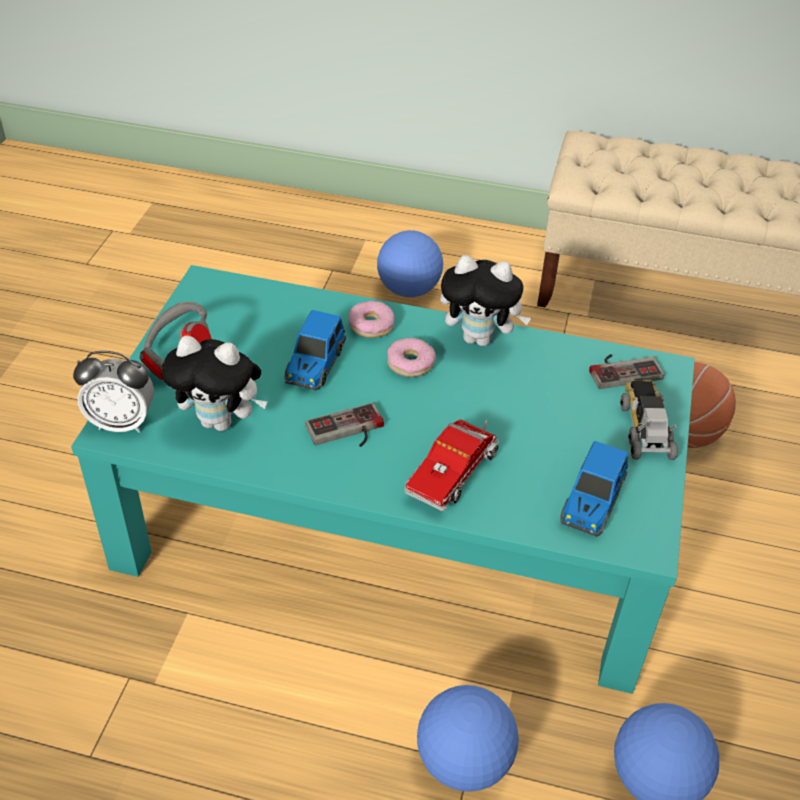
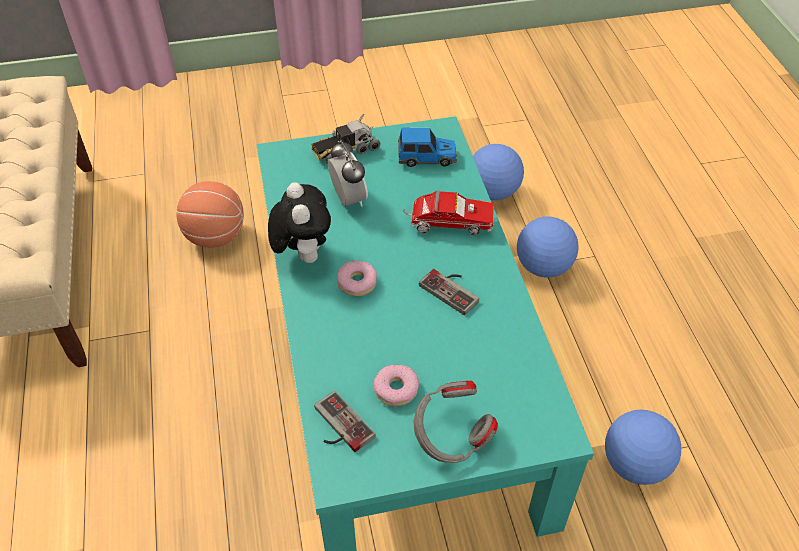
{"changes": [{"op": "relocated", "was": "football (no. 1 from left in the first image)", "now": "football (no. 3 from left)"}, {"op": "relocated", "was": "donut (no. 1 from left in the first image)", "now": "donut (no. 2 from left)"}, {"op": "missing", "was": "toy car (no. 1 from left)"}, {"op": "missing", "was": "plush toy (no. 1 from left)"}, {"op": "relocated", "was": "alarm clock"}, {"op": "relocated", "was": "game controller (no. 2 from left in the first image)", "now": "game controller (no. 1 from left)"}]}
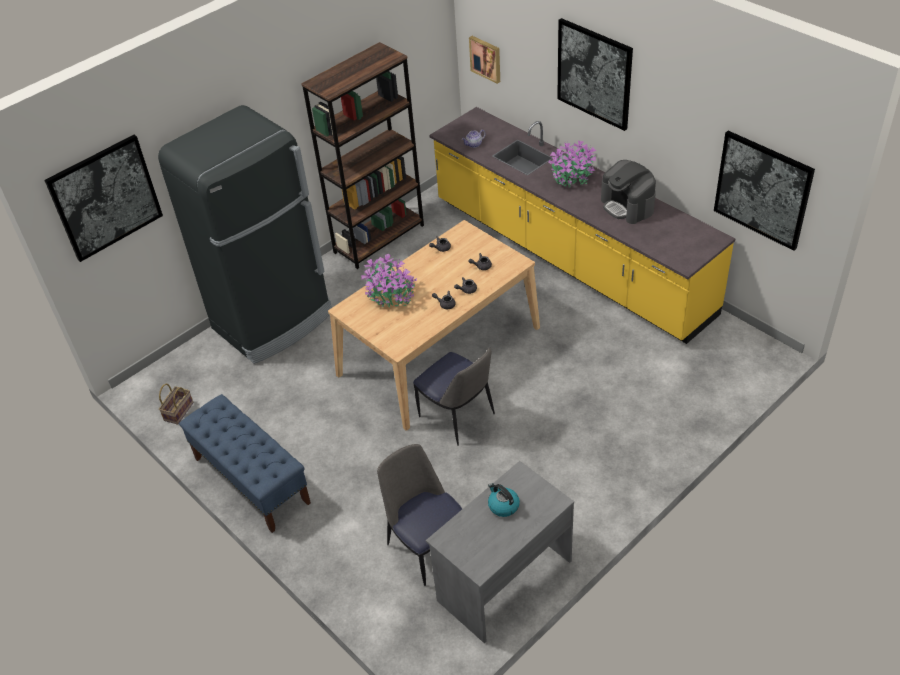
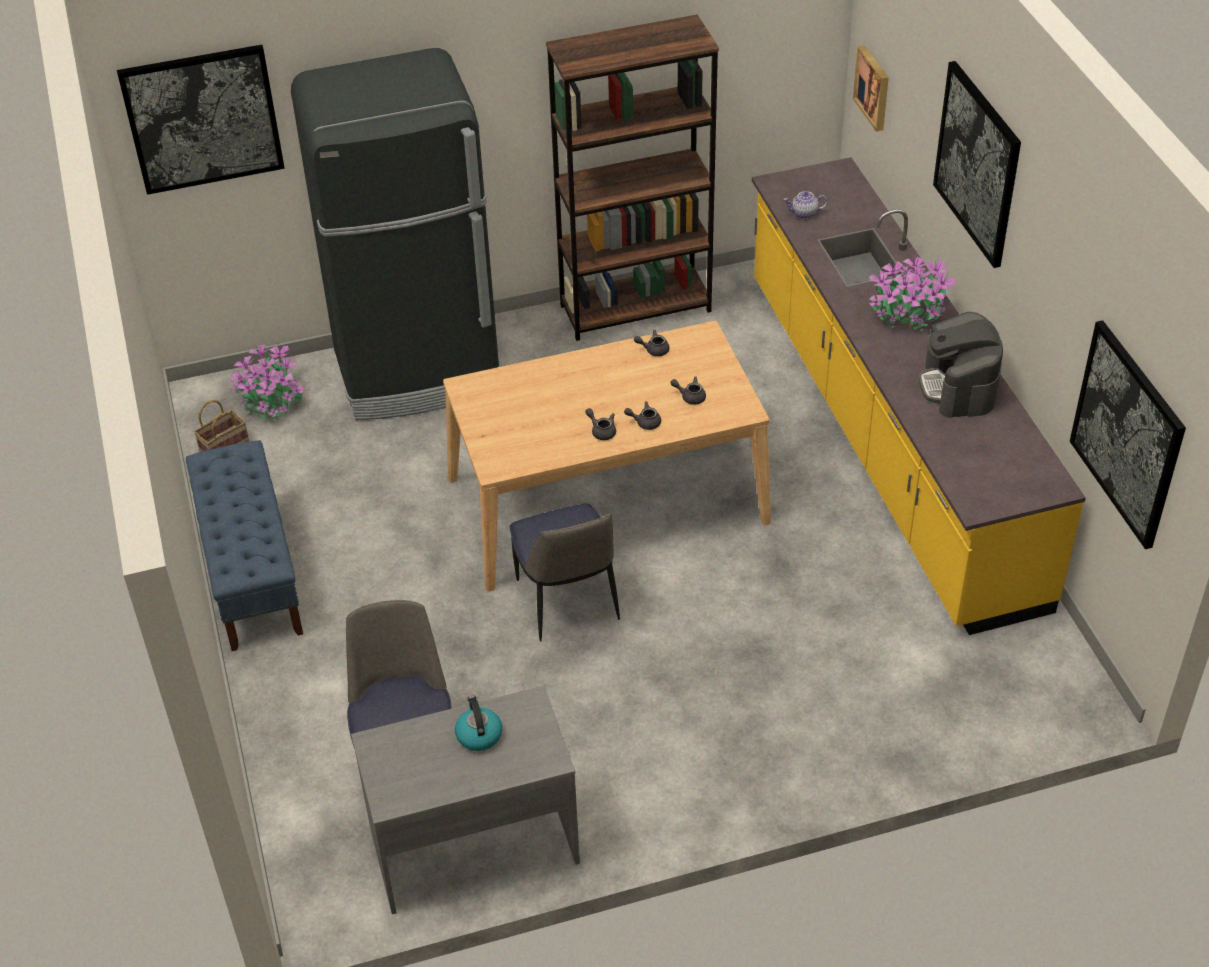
{"changes": [{"op": "relocated", "was": "potted plant (no. 1 from left)"}]}
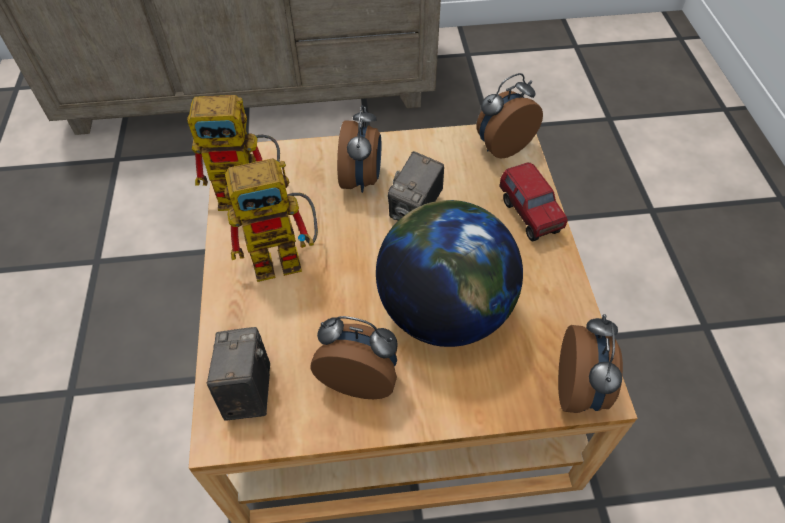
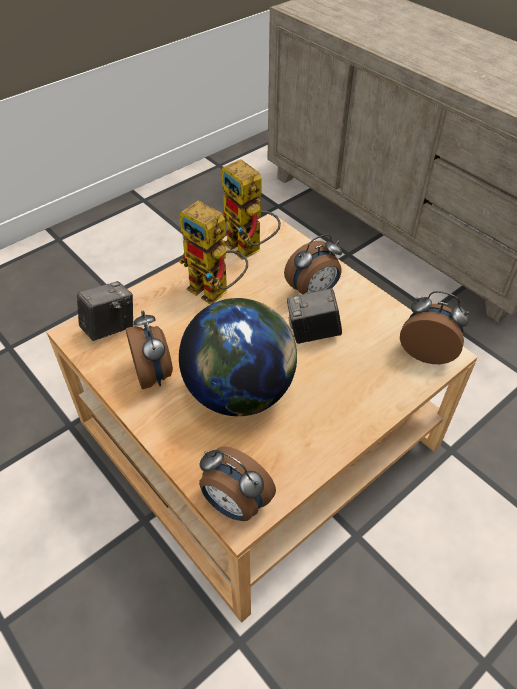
{"changes": [{"op": "missing", "was": "toy truck"}, {"op": "spun", "was": "alarm clock (no. 4 from left in the first image)", "clockwise": 60}]}
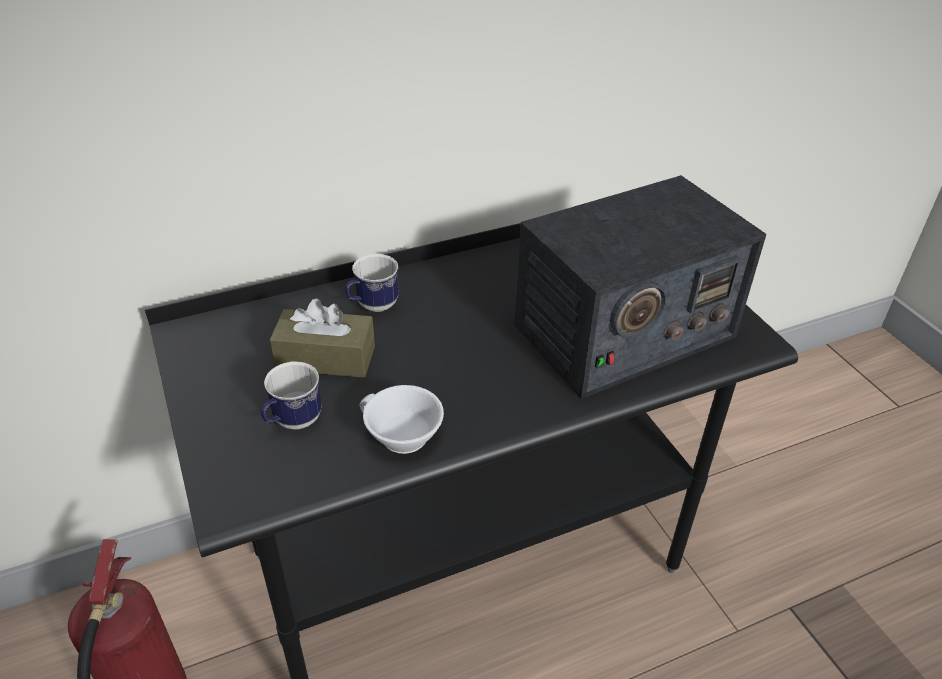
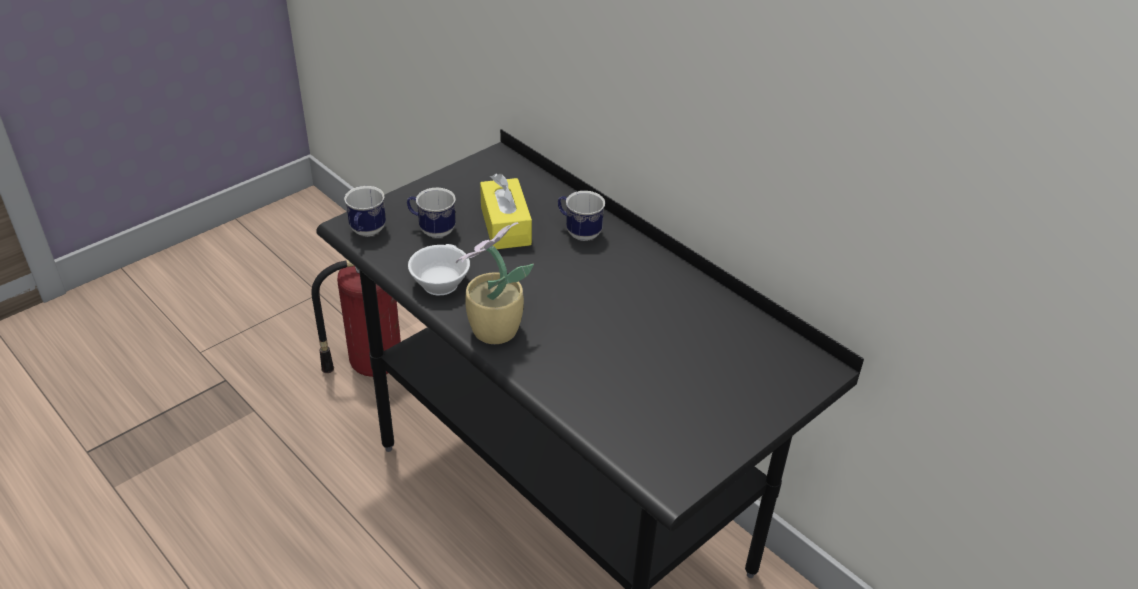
{"changes": [{"op": "missing", "was": "radio"}, {"op": "colour", "was": "brown tissue box", "now": "yellow tissue box"}, {"op": "appeared", "now": "mug (no. 1 from left)"}, {"op": "appeared", "now": "potted plant"}]}
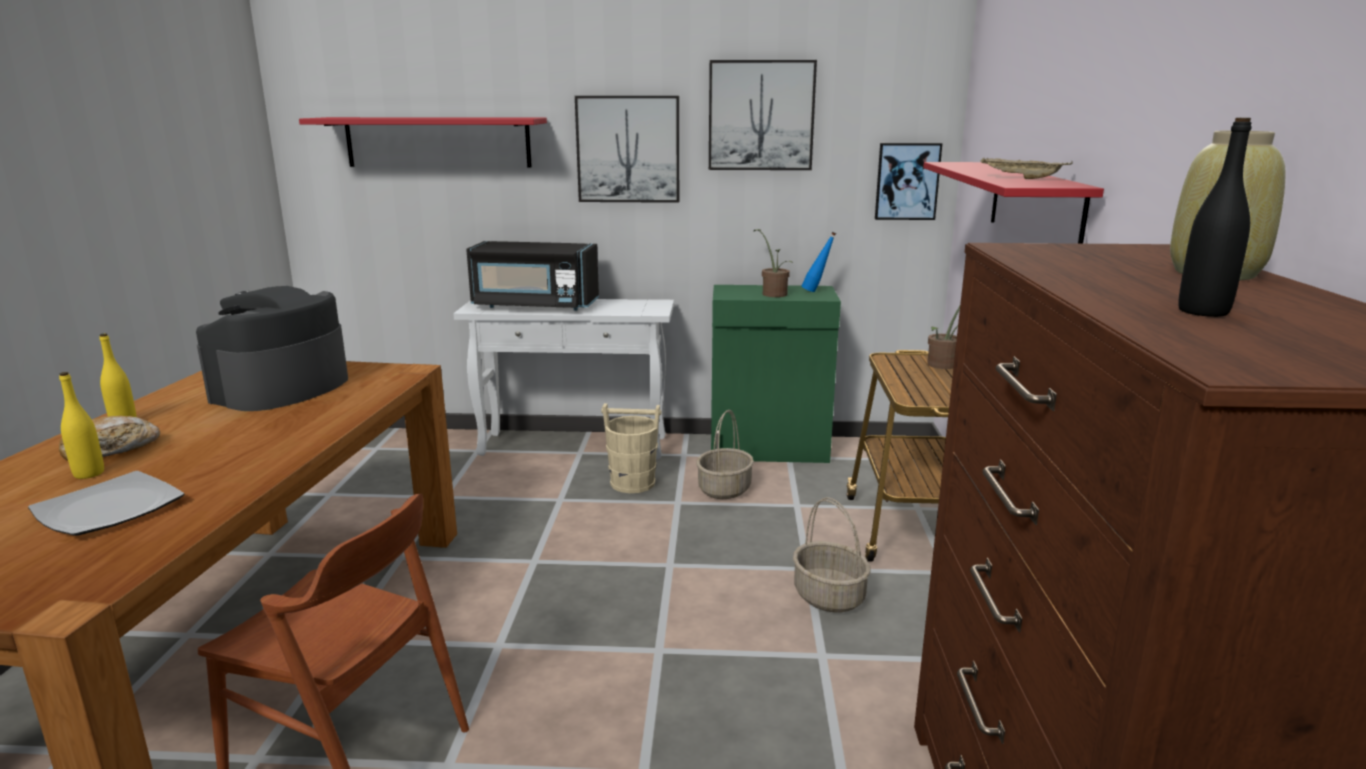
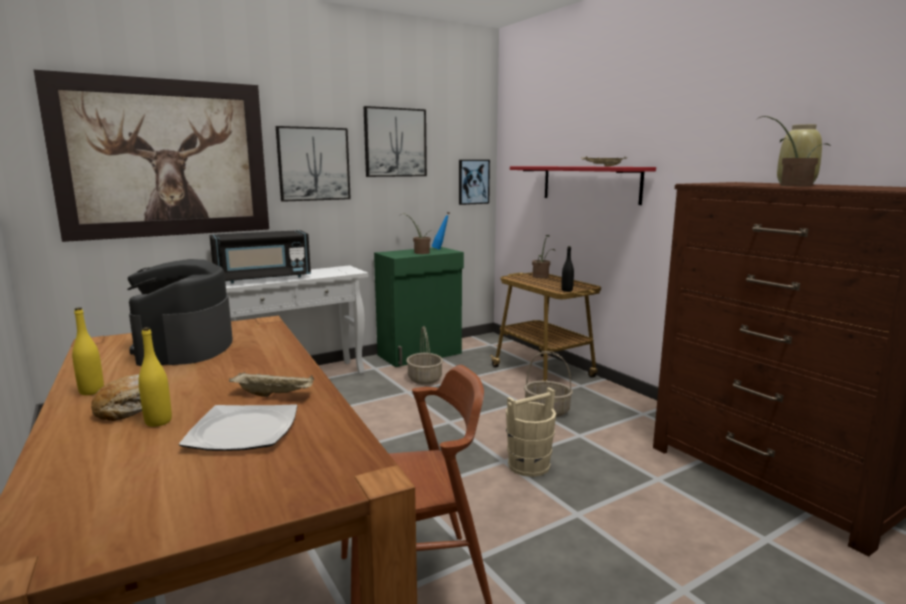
{"changes": [{"op": "exchanged", "was": "red shelf (no. 1 from left)", "now": "picture (no. 1 from left)"}, {"op": "relocated", "was": "black bottle"}, {"op": "relocated", "was": "beige bucket"}, {"op": "appeared", "now": "potted plant (no. 3 from left)"}, {"op": "appeared", "now": "beige tray (no. 1 from left)"}]}
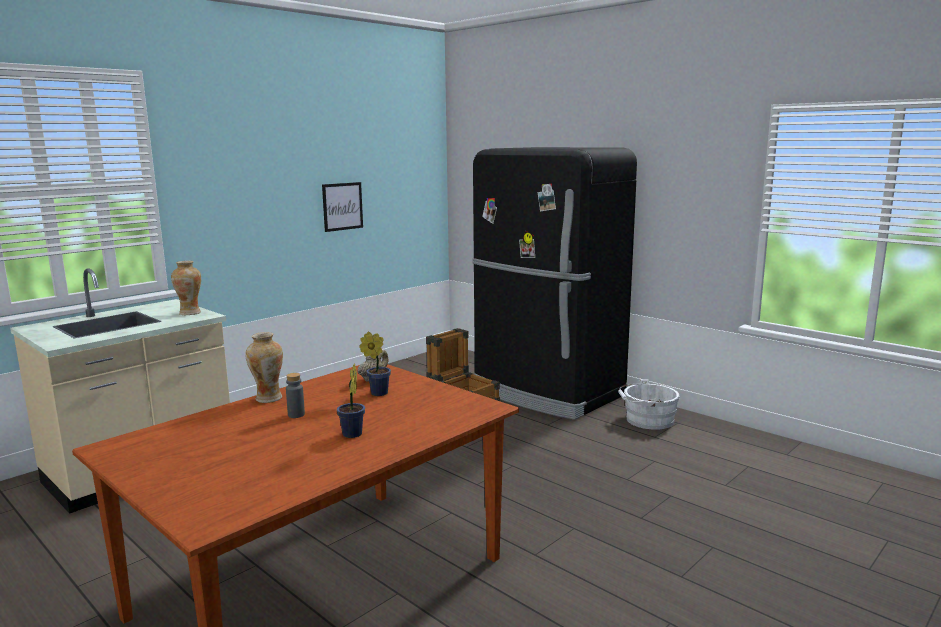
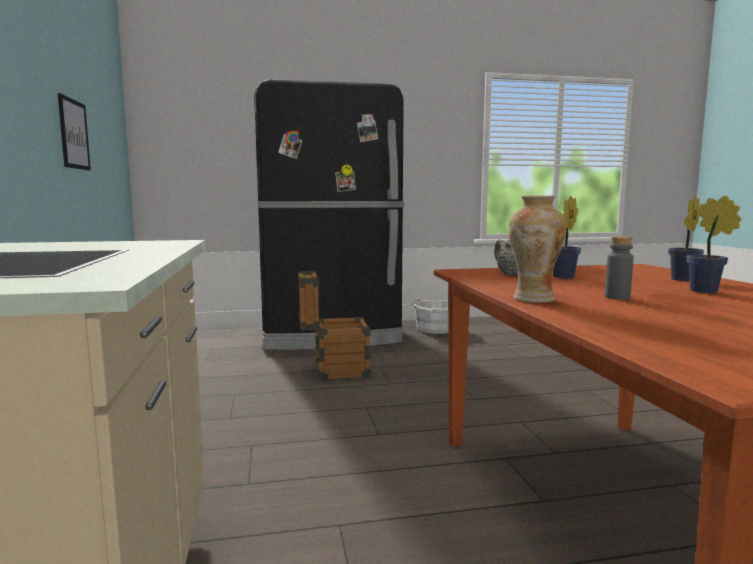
{"changes": [{"op": "missing", "was": "vase (no. 1 from left)"}, {"op": "appeared", "now": "potted plant (no. 2 from left)"}]}
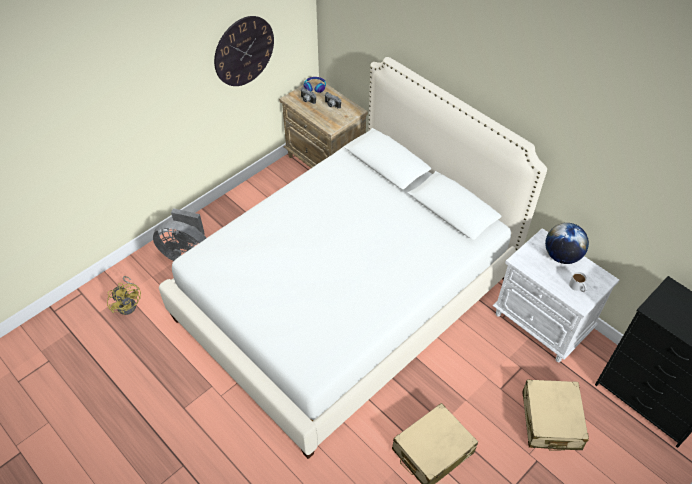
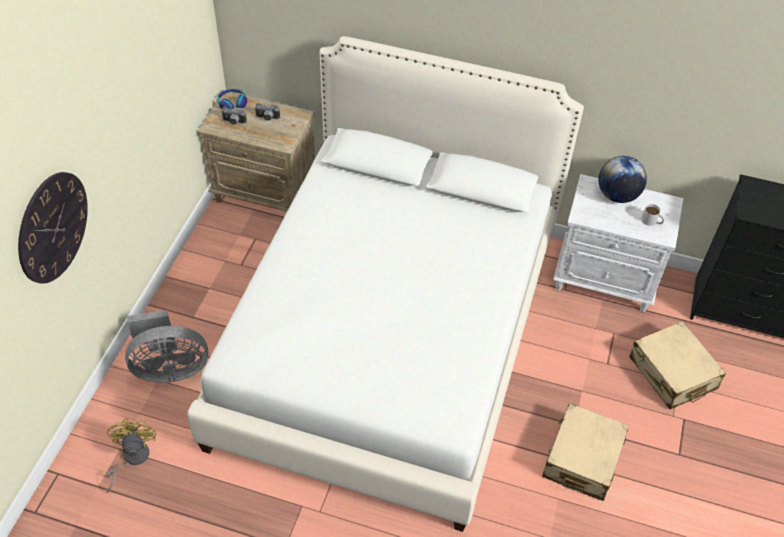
{"changes": [{"op": "relocated", "was": "wall clock"}, {"op": "spun", "was": "yellow fan", "clockwise": -120}]}
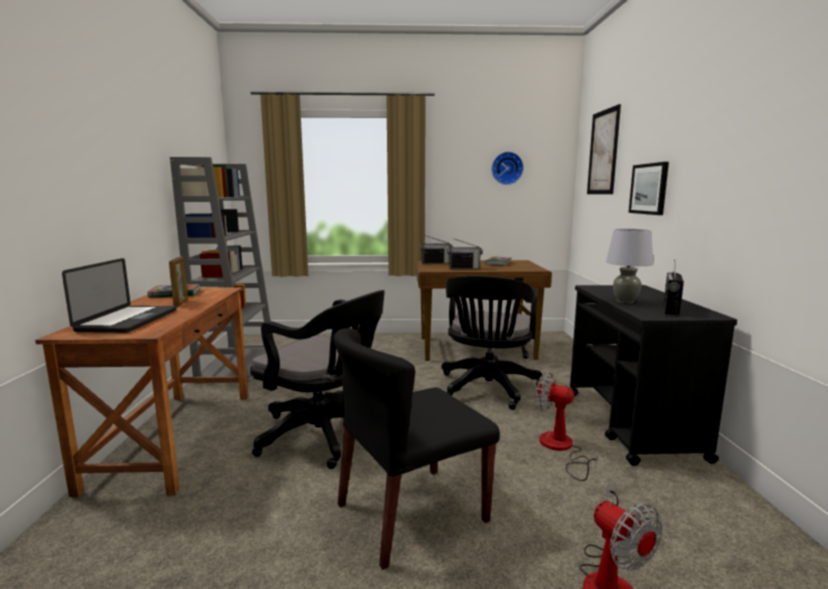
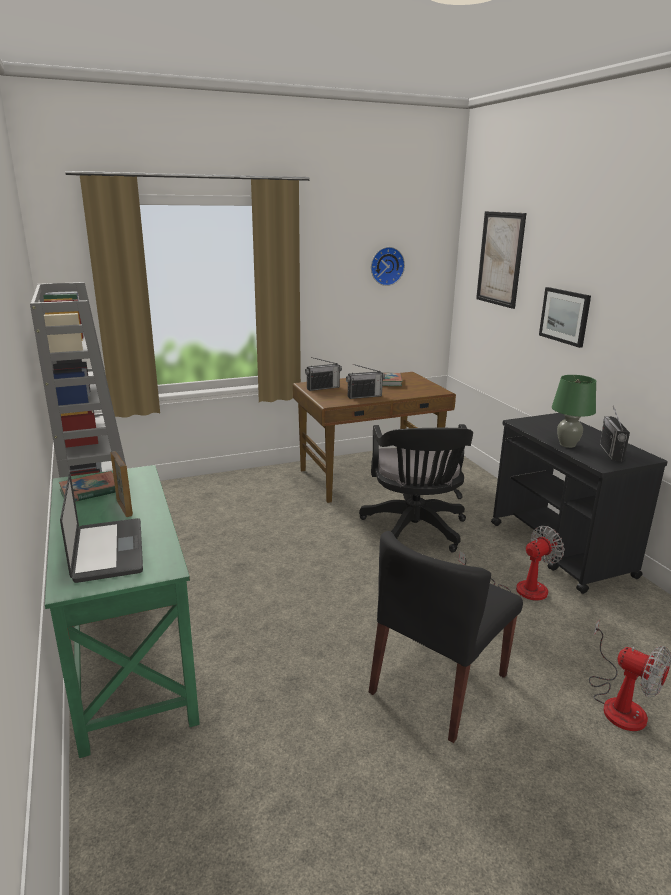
{"changes": [{"op": "colour", "was": "grey table lamp", "now": "green table lamp"}, {"op": "colour", "was": "brown desk (no. 1 from left)", "now": "green desk"}, {"op": "missing", "was": "black office chair (no. 1 from left)"}, {"op": "spun", "was": "fan (no. 1 from left)", "clockwise": 135}]}
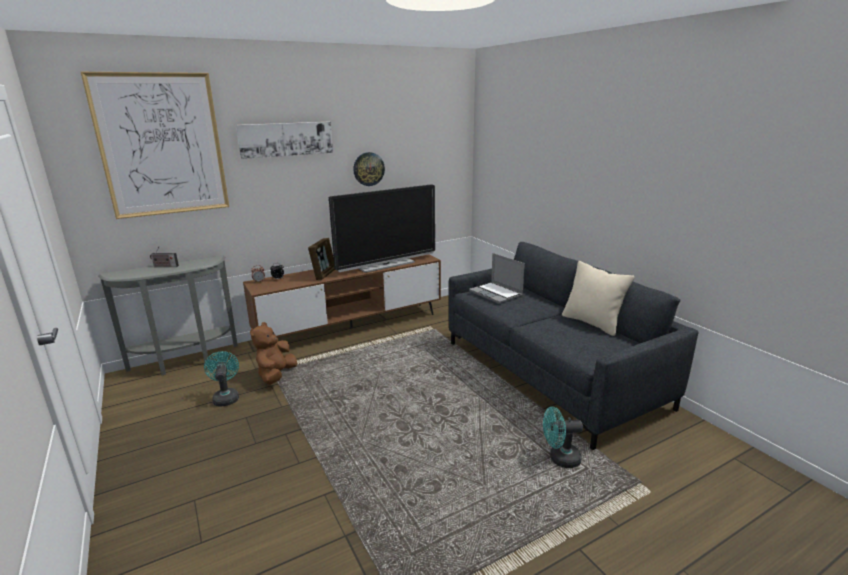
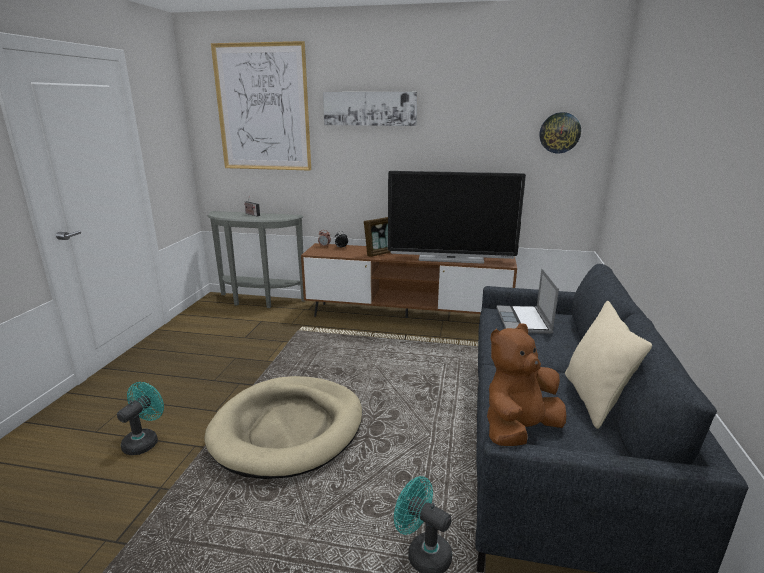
{"changes": [{"op": "relocated", "was": "wall clock"}, {"op": "relocated", "was": "brown plush toy"}, {"op": "relocated", "was": "turquoise fan (no. 1 from left)"}, {"op": "appeared", "now": "beige dog bed"}]}
